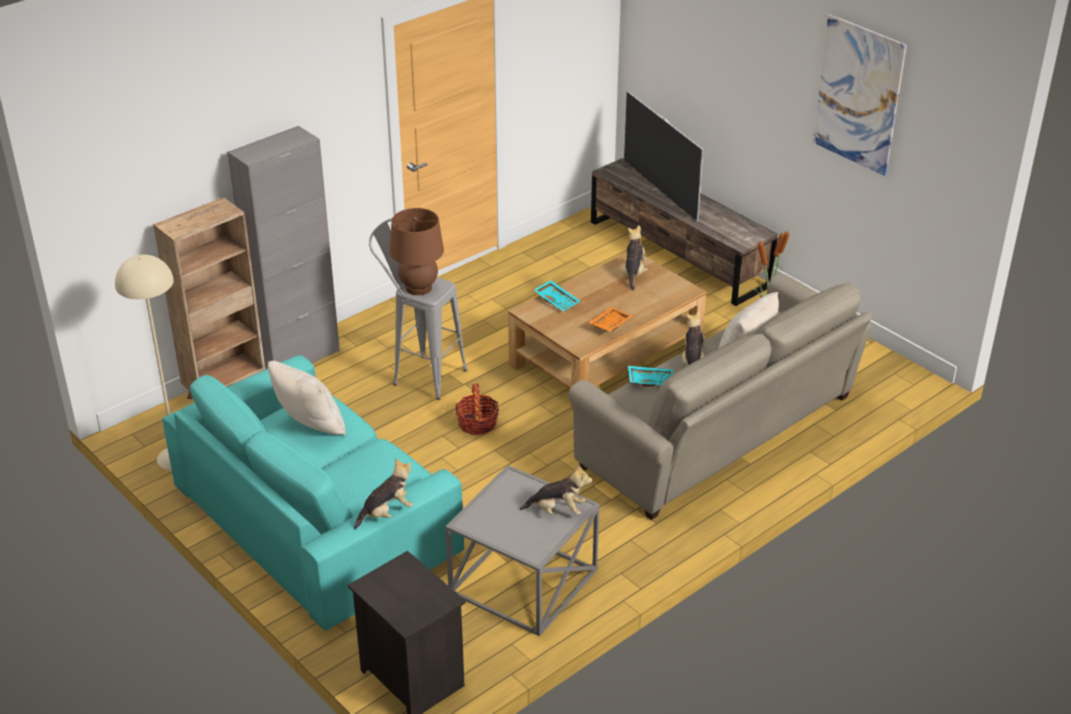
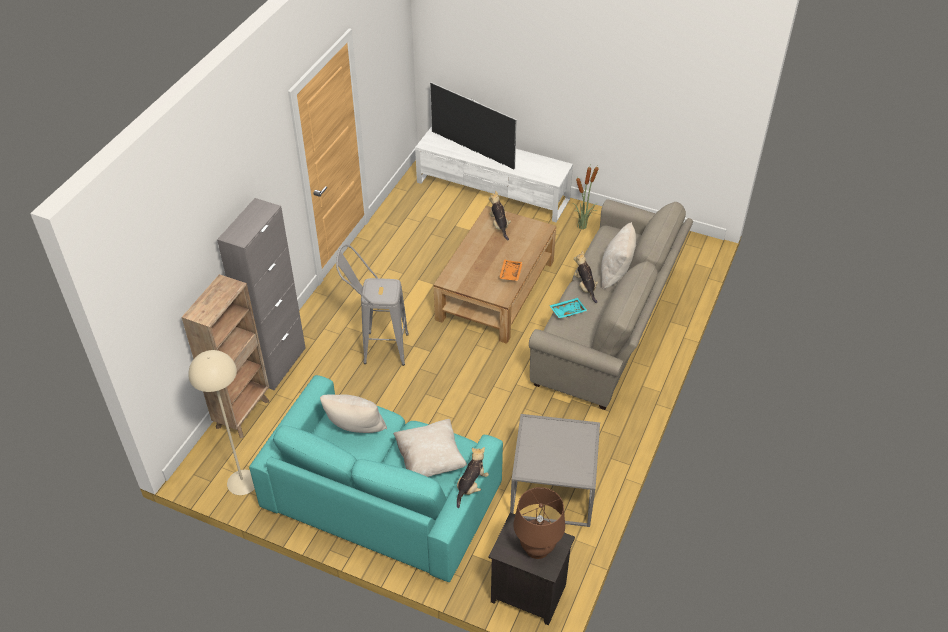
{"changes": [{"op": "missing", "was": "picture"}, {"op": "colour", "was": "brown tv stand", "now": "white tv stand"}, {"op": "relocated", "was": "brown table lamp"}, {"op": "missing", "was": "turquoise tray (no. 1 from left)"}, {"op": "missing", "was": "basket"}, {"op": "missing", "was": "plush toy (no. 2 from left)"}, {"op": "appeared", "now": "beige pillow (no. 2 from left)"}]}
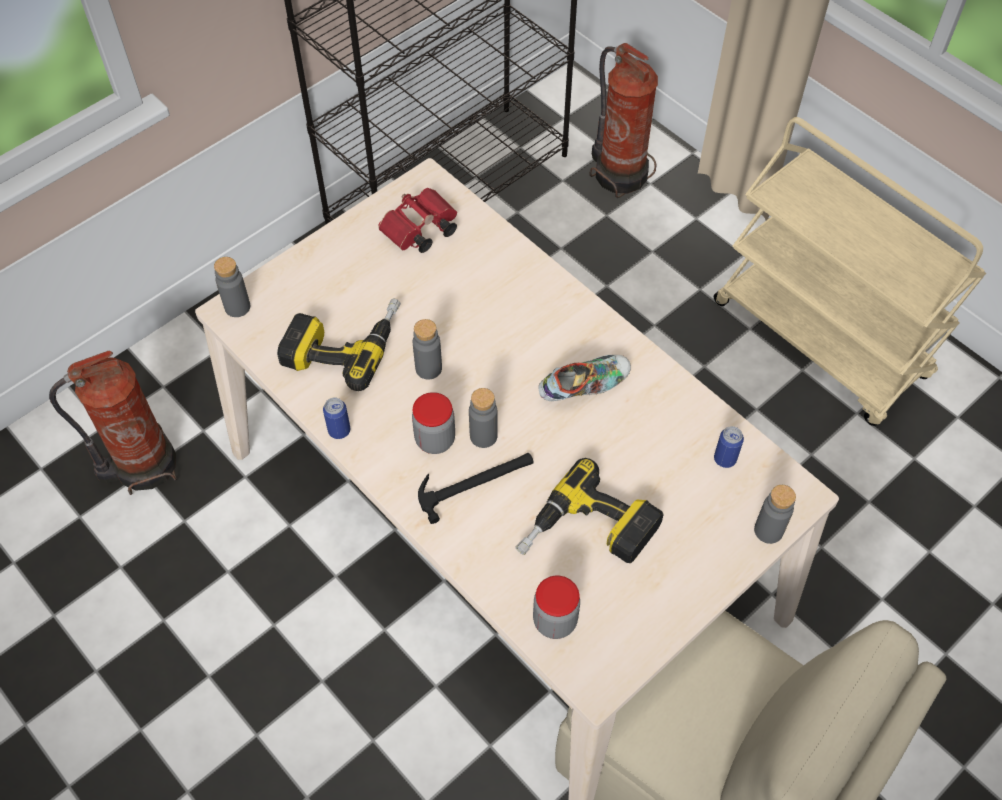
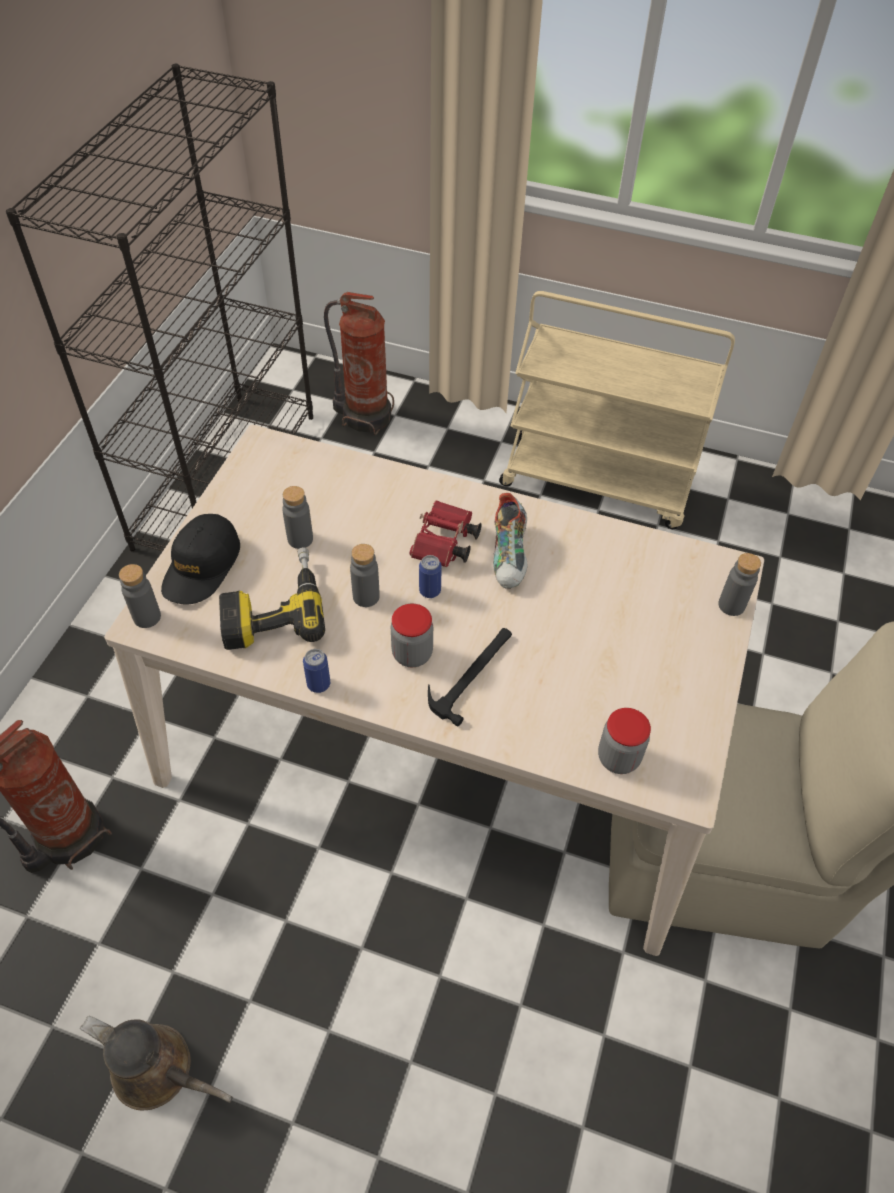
{"changes": [{"op": "relocated", "was": "red binoculars"}, {"op": "spun", "was": "shoe", "clockwise": 150}, {"op": "relocated", "was": "grey bottle (no. 3 from left in the first image)", "now": "grey bottle (no. 2 from left)"}, {"op": "relocated", "was": "can (no. 2 from left)"}, {"op": "missing", "was": "power drill (no. 2 from left)"}, {"op": "appeared", "now": "black cap"}, {"op": "appeared", "now": "brown watering can"}]}
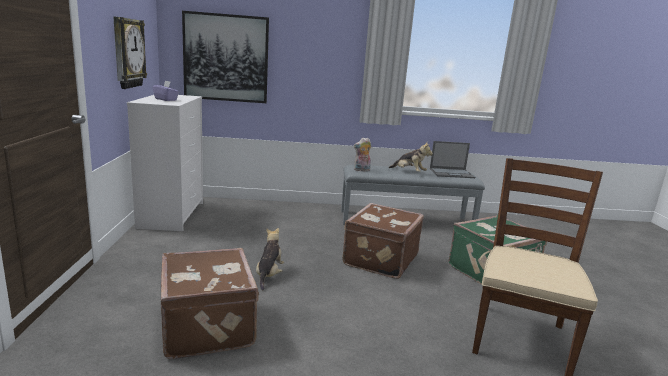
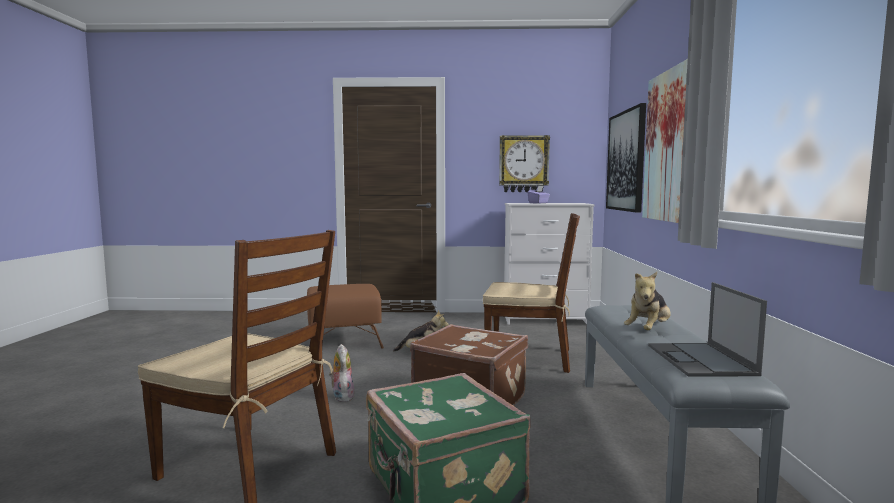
{"changes": [{"op": "relocated", "was": "plush toy (no. 2 from left in the first image)", "now": "plush toy (no. 1 from left)"}, {"op": "exchanged", "was": "brown suitcase (no. 1 from left)", "now": "brown ottoman"}, {"op": "appeared", "now": "picture (no. 2 from left)"}, {"op": "appeared", "now": "brown chair (no. 2 from left)"}]}
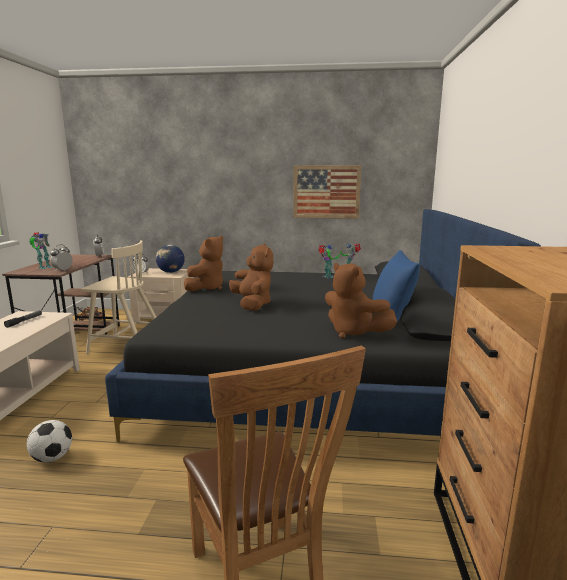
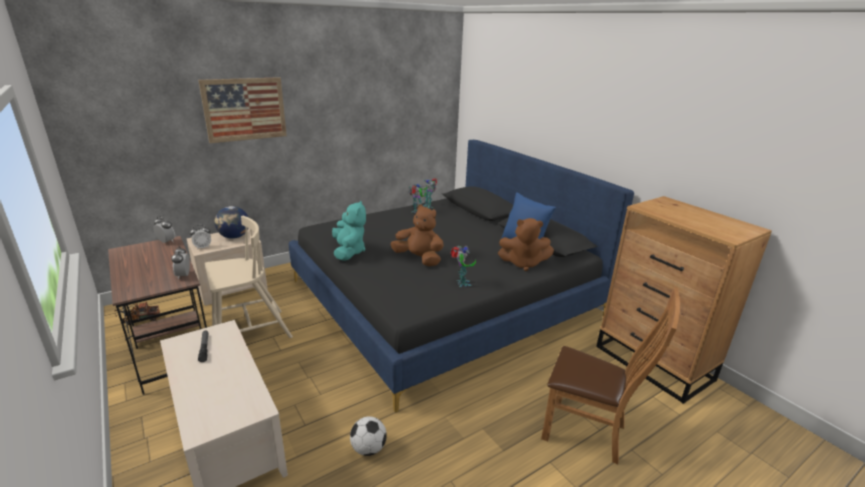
{"changes": [{"op": "relocated", "was": "picture"}, {"op": "relocated", "was": "toy robot (no. 1 from left in the first image)", "now": "toy robot (no. 3 from left)"}, {"op": "colour", "was": "brown plush toy (no. 1 from left)", "now": "turquoise plush toy"}]}
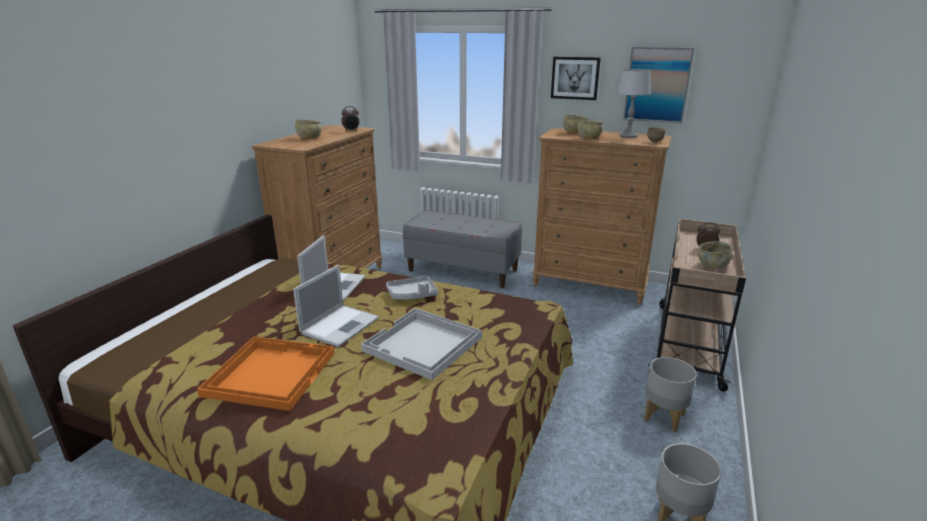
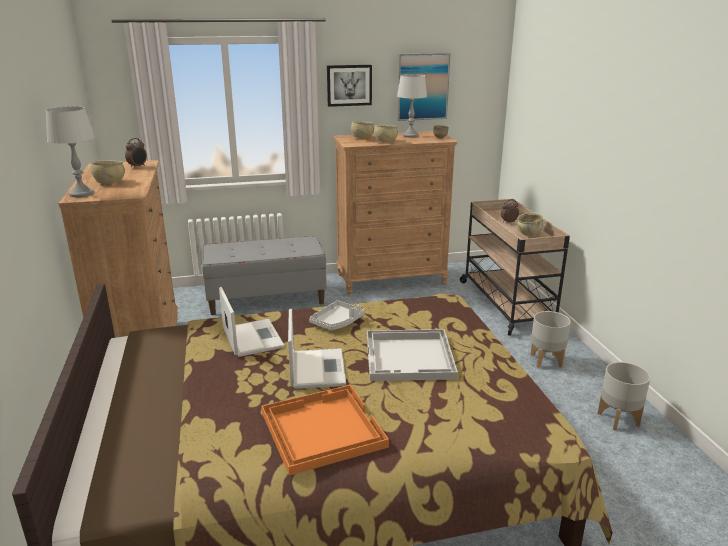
{"changes": [{"op": "appeared", "now": "grey table lamp (no. 1 from left)"}]}
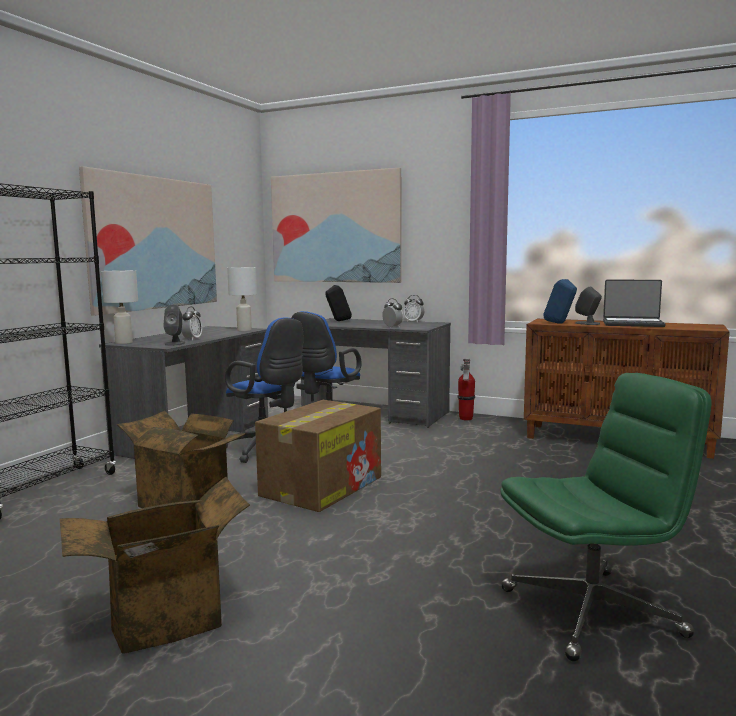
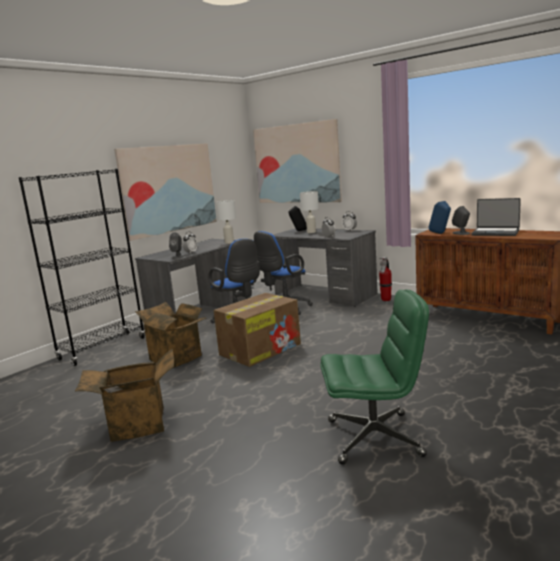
{"changes": [{"op": "relocated", "was": "white table lamp (no. 1 from left in the first image)", "now": "white table lamp (no. 2 from left)"}]}
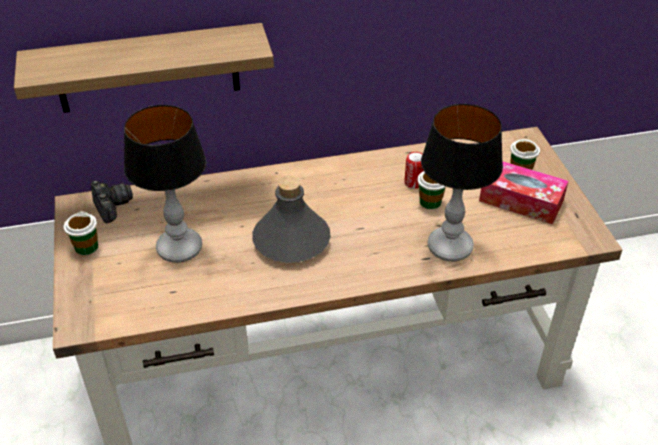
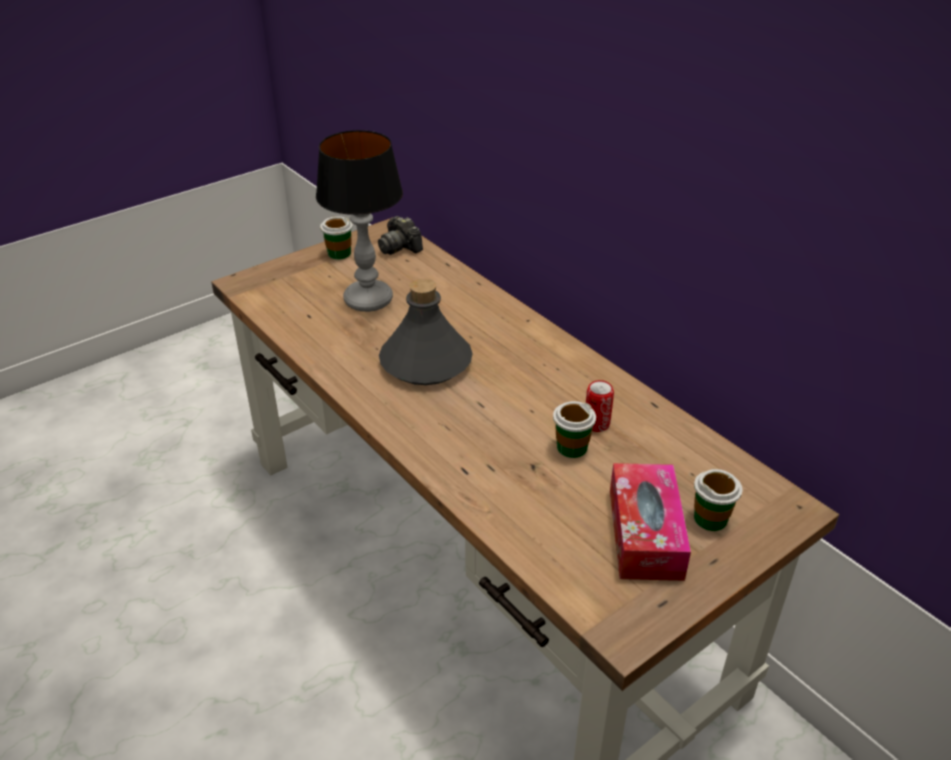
{"changes": [{"op": "missing", "was": "shelf"}, {"op": "missing", "was": "table lamp (no. 2 from left)"}, {"op": "spun", "was": "photo camera", "clockwise": 105}]}
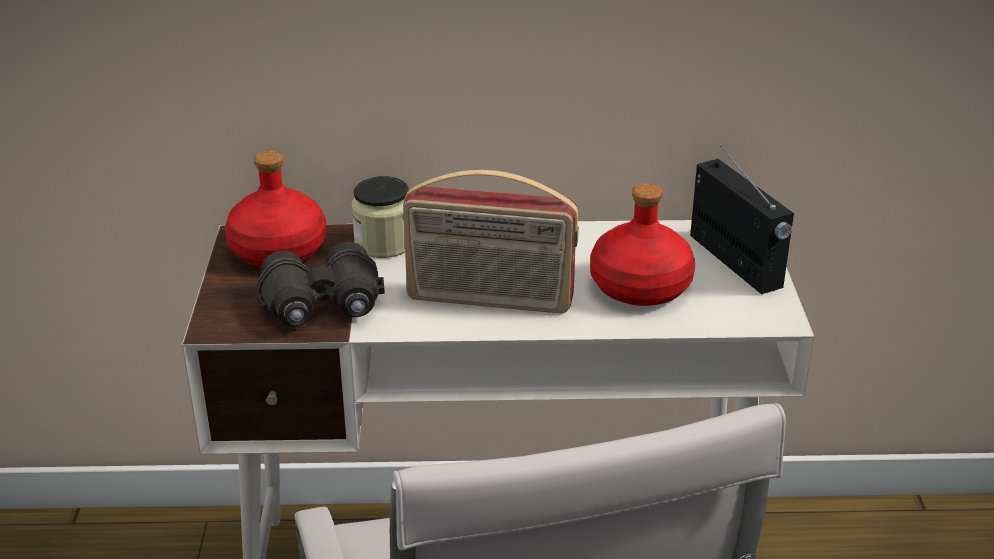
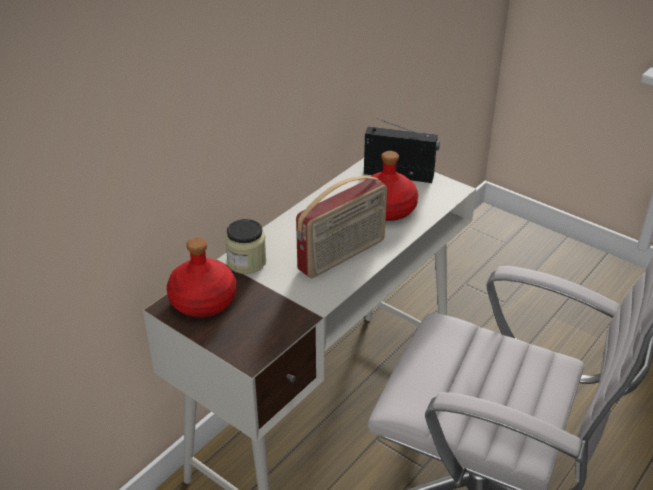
{"changes": [{"op": "missing", "was": "black binoculars"}]}
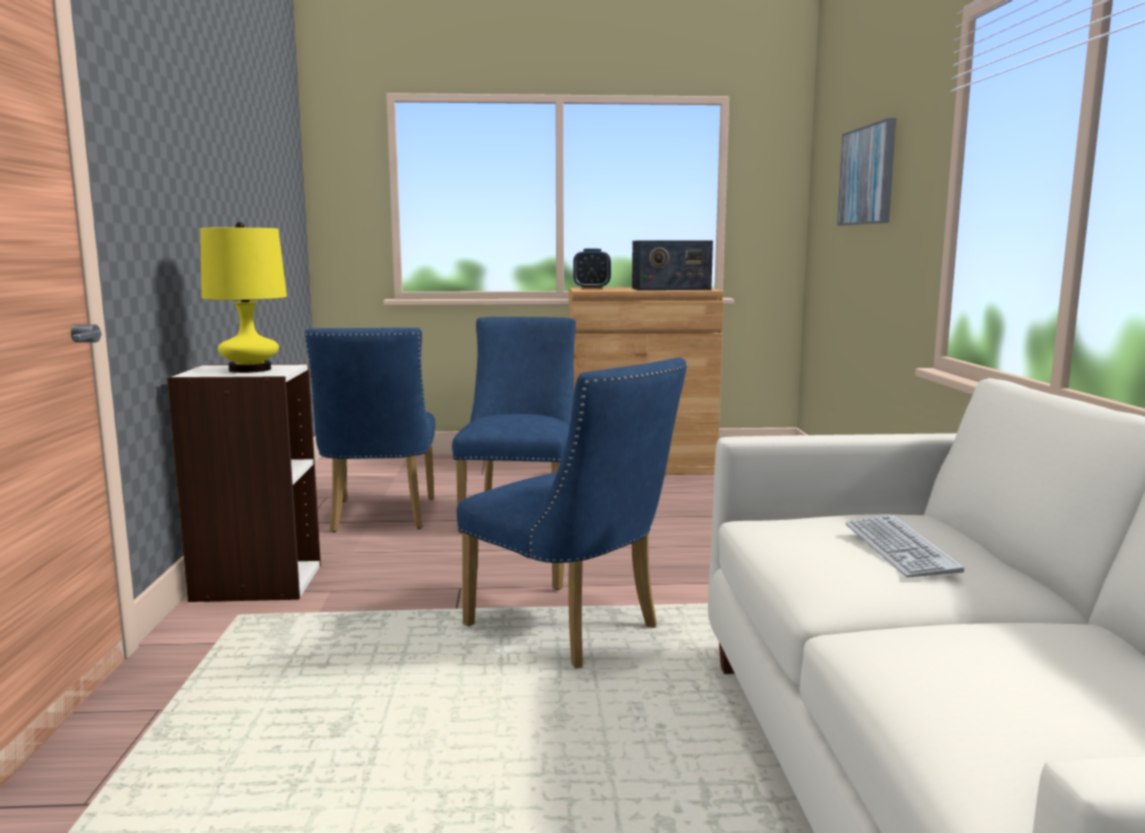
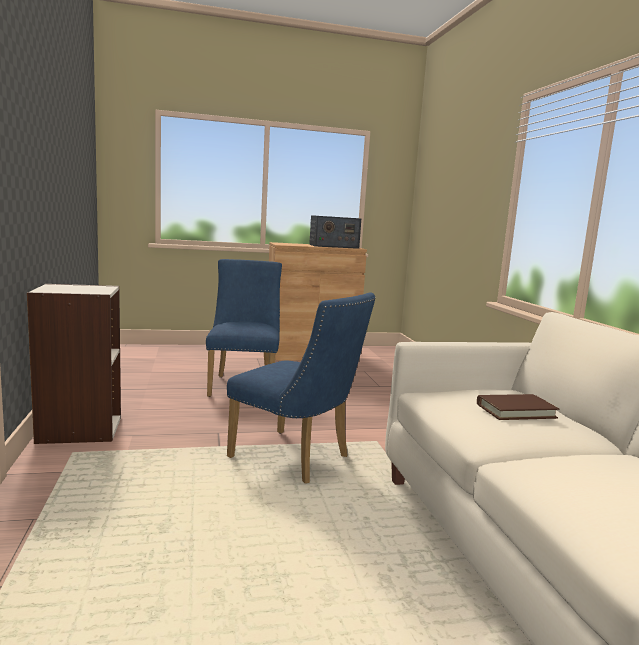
{"changes": [{"op": "missing", "was": "picture"}, {"op": "missing", "was": "yellow table lamp"}, {"op": "missing", "was": "alarm clock"}, {"op": "missing", "was": "blue chair (no. 1 from left)"}, {"op": "exchanged", "was": "keyboard", "now": "brown book"}]}
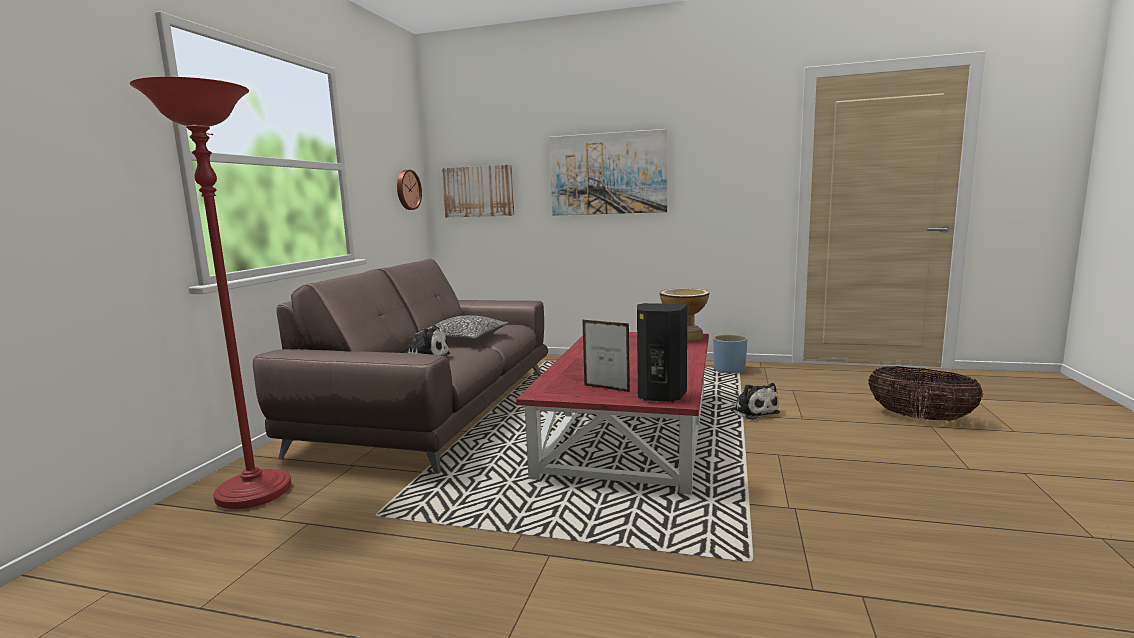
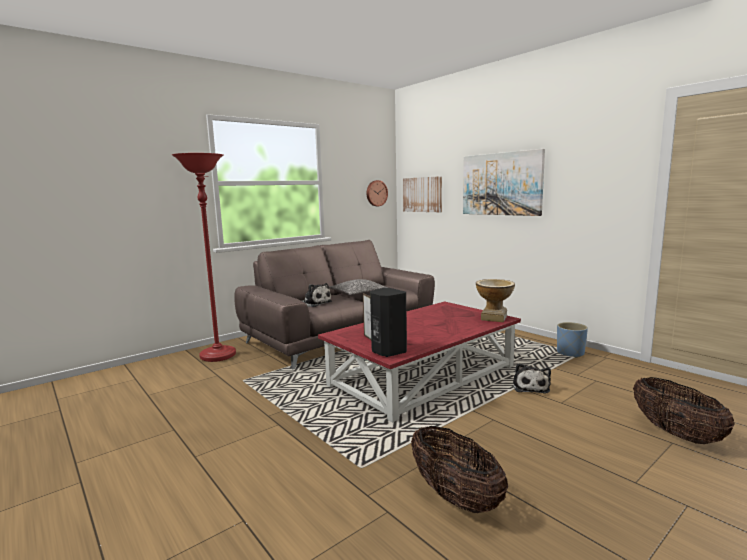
{"changes": [{"op": "appeared", "now": "basket (no. 1 from left)"}]}
